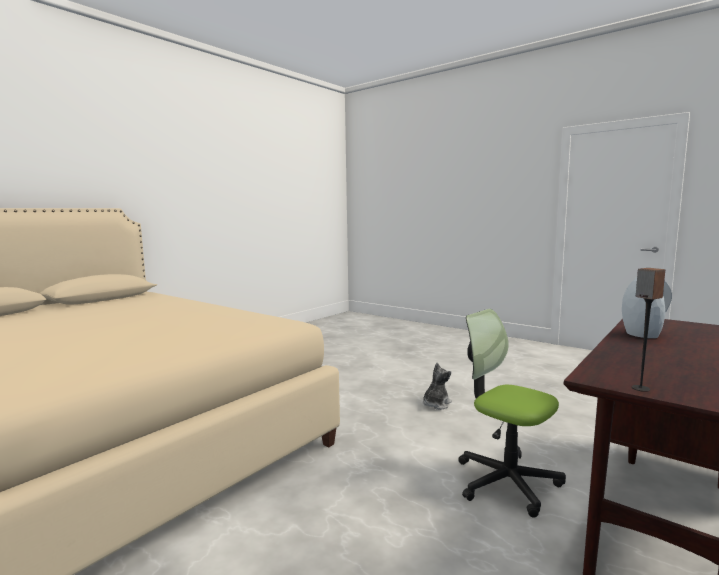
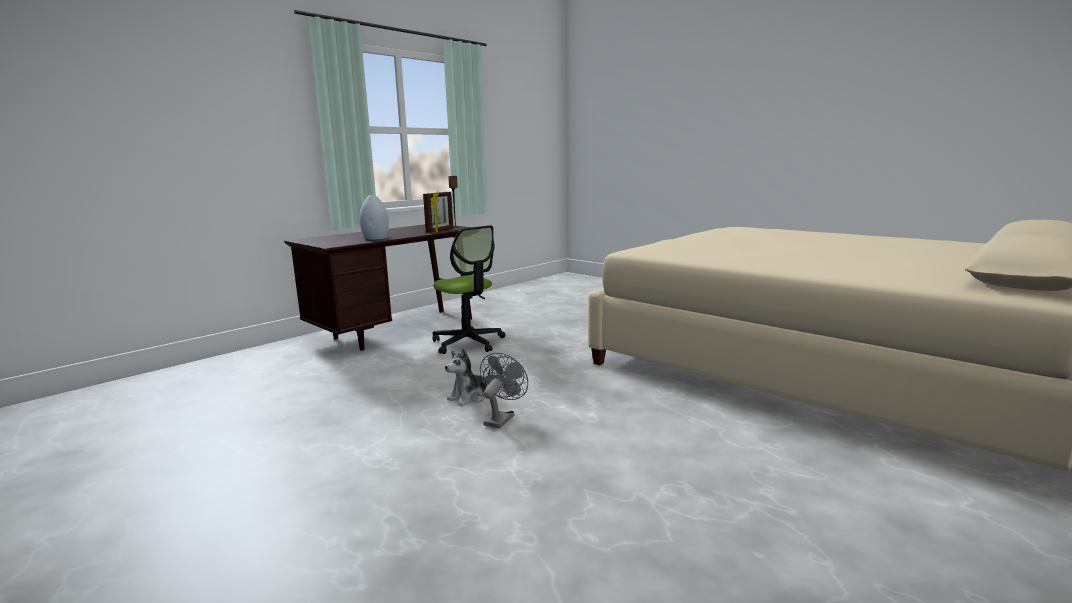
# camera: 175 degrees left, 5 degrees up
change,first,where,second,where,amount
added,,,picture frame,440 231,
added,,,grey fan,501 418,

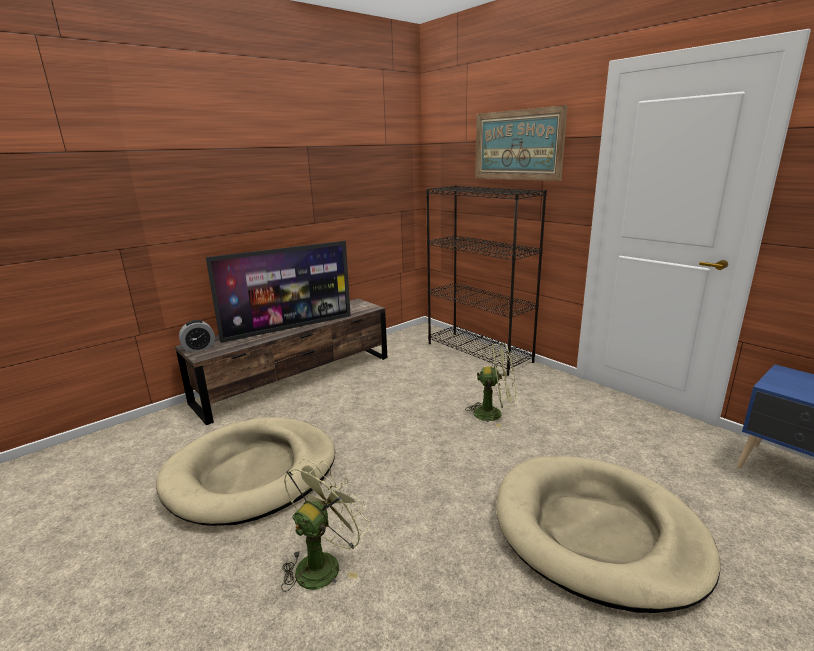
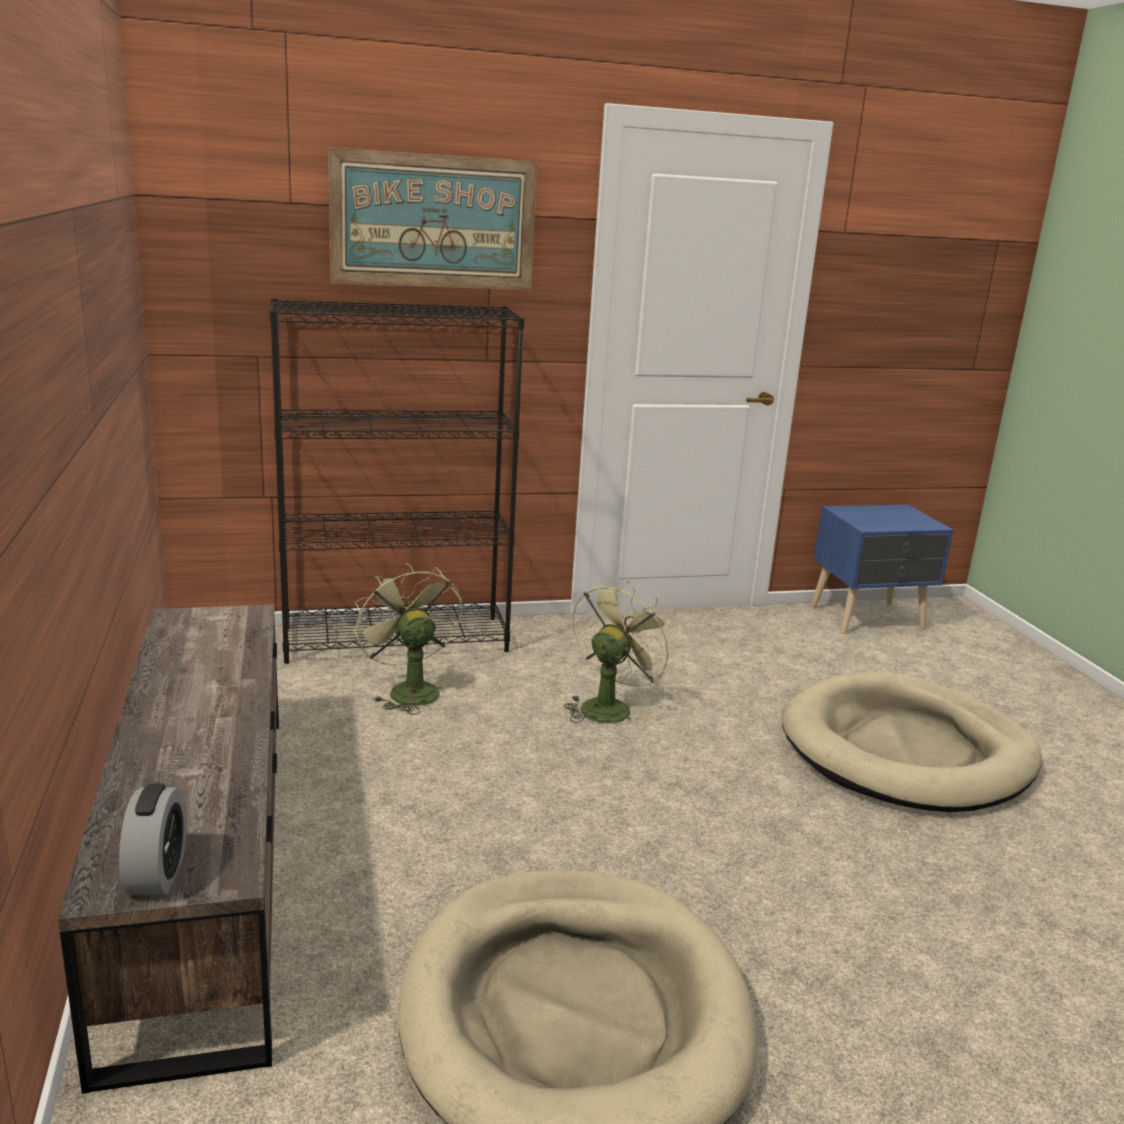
# camera: 65 degrees left, 0 degrees up
change,first,where,second,where,amount
removed,television,289 328,,,
moved,green fan,323 563,,408 690,

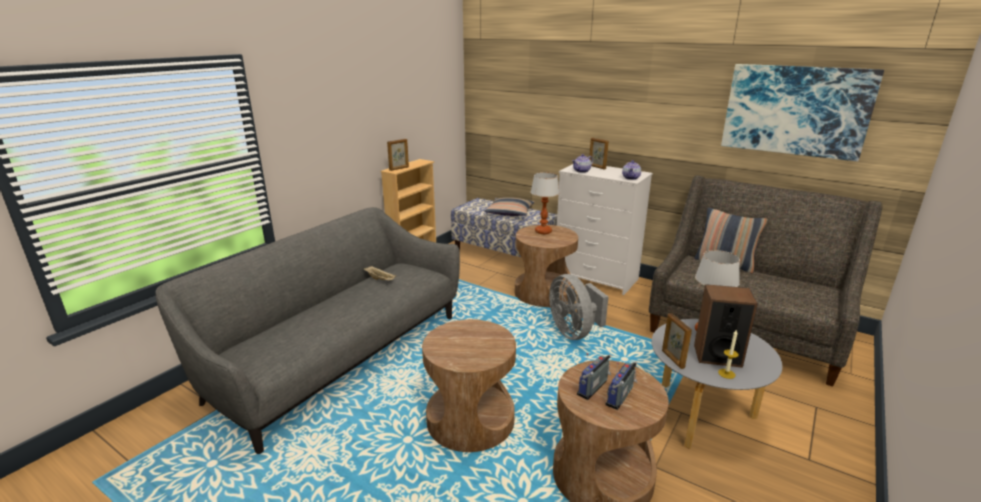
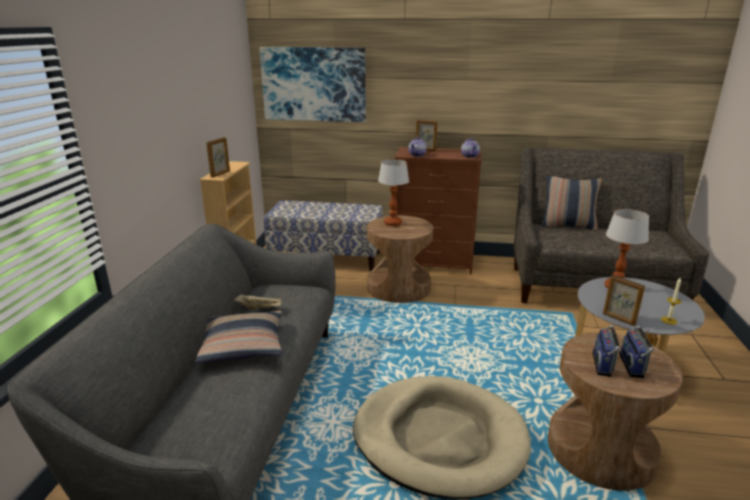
# camera: 25 degrees left, 0 degrees up
change,first,where,second,where,amount
removed,grey fan,574 332,,,
removed,speaker,717 355,,,
moved,pillow,509 212,,243 345,
moved,picture,795 110,,314 84,
replaced,brown side table,470 420,beige dog bed,439 439,
recoloured,white dresser,596 277,brown dresser,434 263,

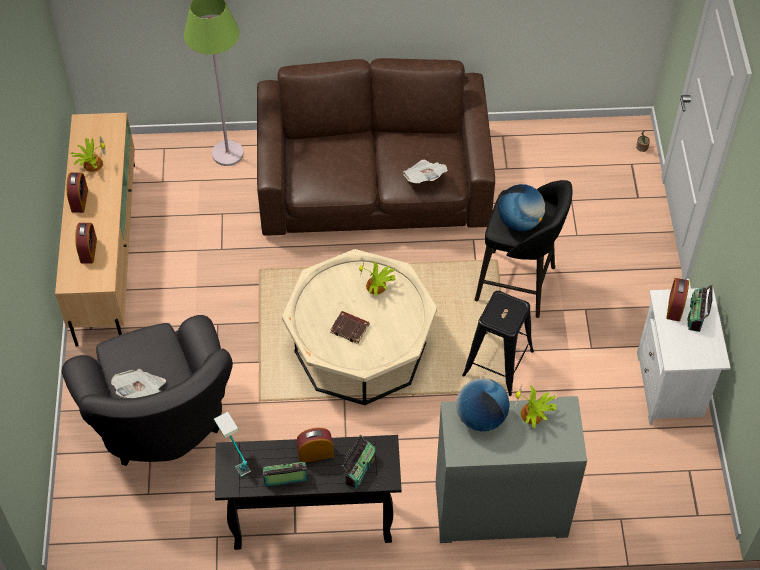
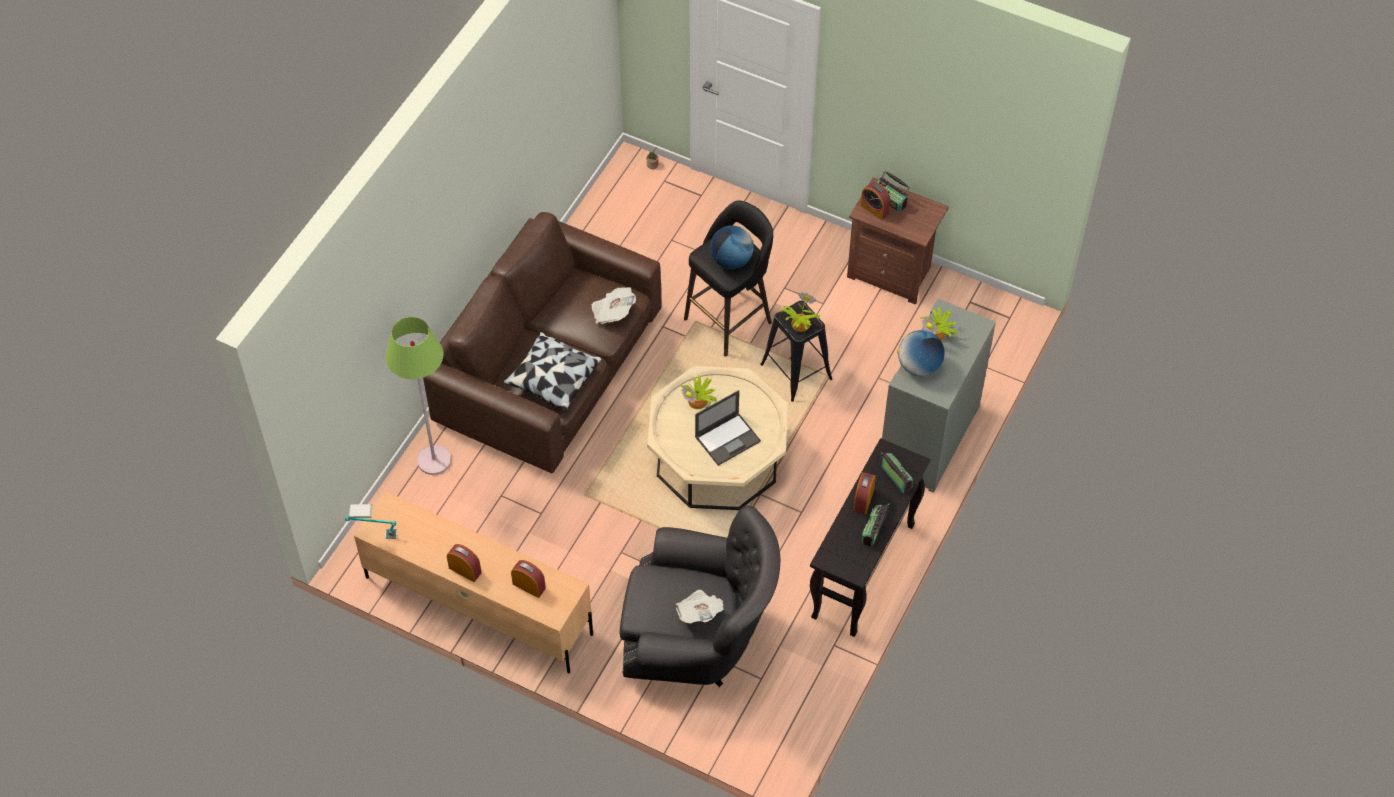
# camera: 60 degrees left, 0 degrees up
change,first,where,second,where,amount
added,,,pillow,553 379,
moved,potted plant,92 163,,799 324,
moved,table lamp,234 455,,373 534,
replaced,brown book,350 328,laptop,728 438,
recoloured,white nightstand,671 387,brown nightstand,892 273,

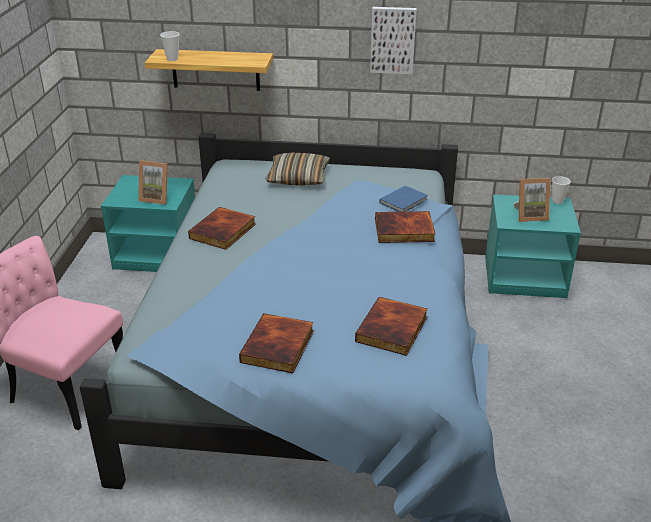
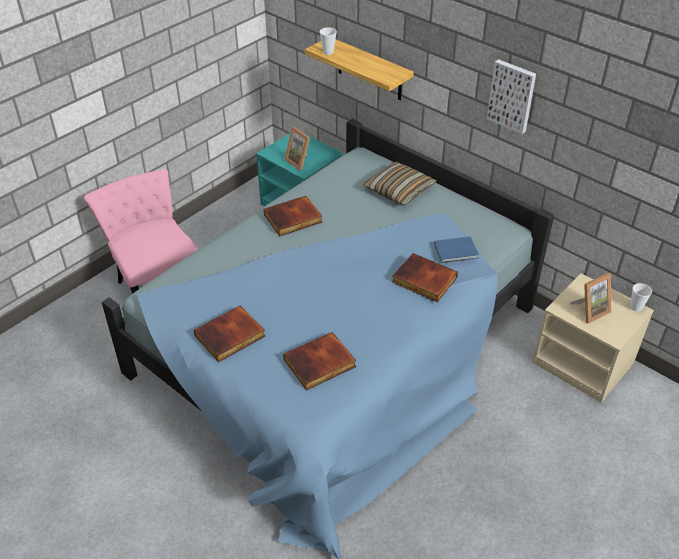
# camera: 35 degrees right, 10 degrees up
change,first,where,second,where,amount
recoloured,turquoise nightstand,525 277,beige nightstand,584 363,
turned,picture frame,530 215,,590 310,60 degrees counterclockwise

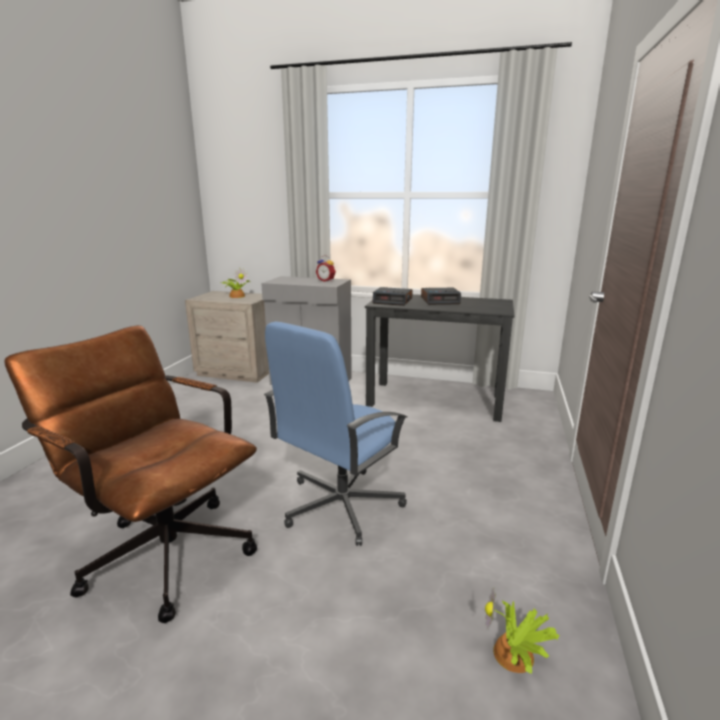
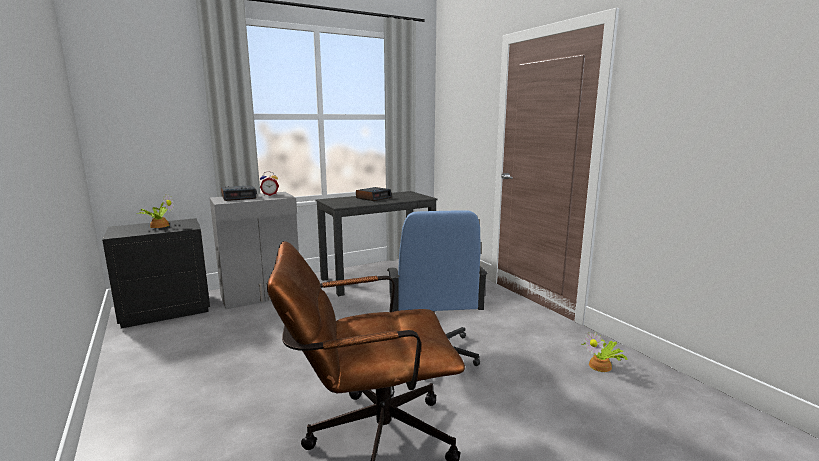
# camera: 45 degrees left, 5 degrees down
change,first,where,second,where,amount
moved,alarm clock,393 301,,239 197,
recoloured,beige nightstand,238 371,black nightstand,166 310,

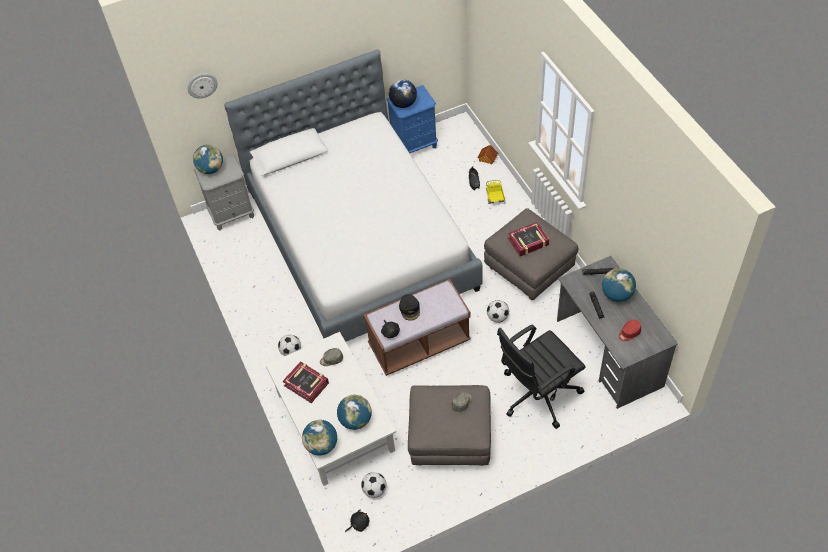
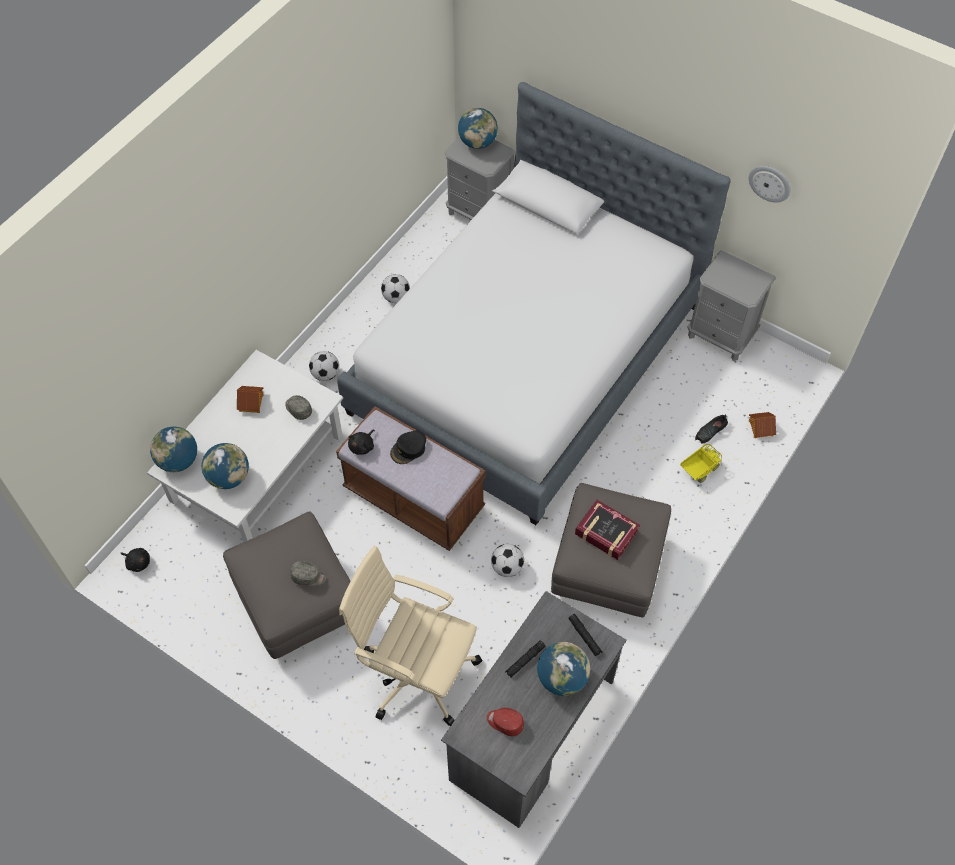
# camera: 55 degrees right, 5 degrees up
change,first,where,second,where,amount
removed,globe,403 104,,,
moved,wall clock,202 85,,770 183,
moved,football,375 490,,396 297,
replaced,book,306 384,toy house,251 402,
recoloured,blue nightstand,415 145,grey nightstand,721 335,
recoloured,black office chair,537 394,beige office chair,416 671,

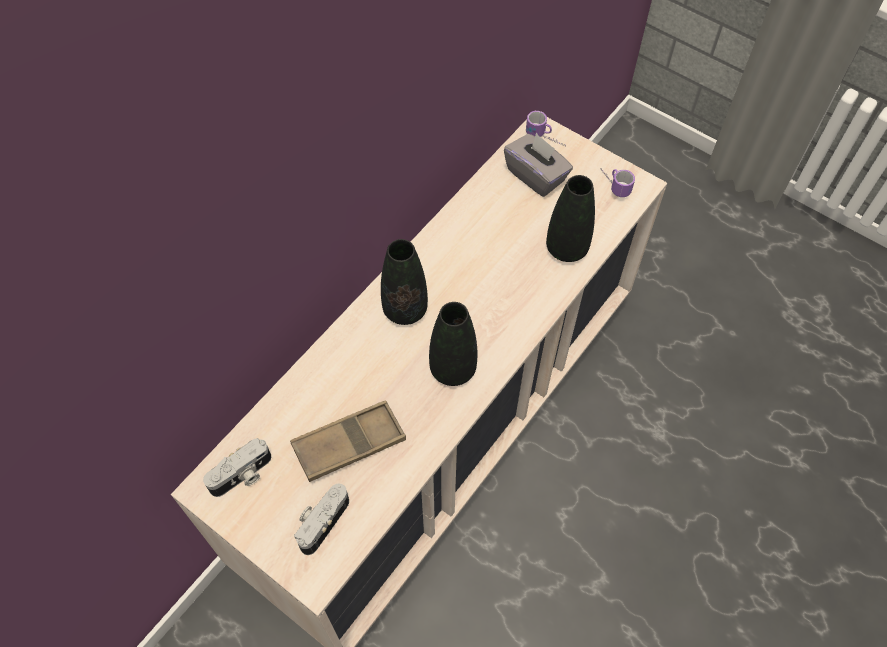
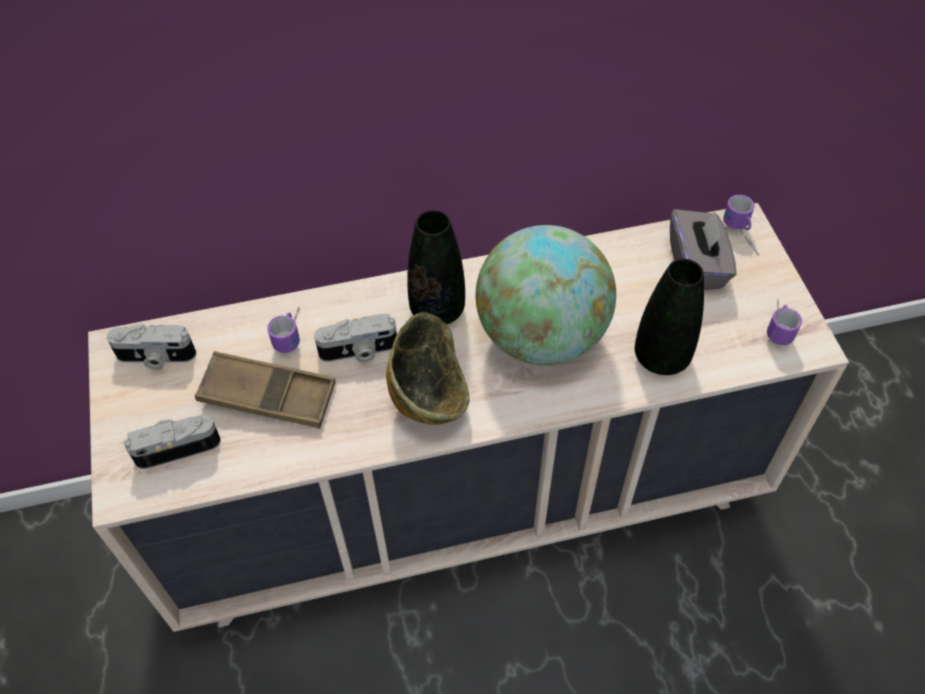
# camera: 40 degrees right, 5 degrees down
change,first,where,second,where,amount
added,,,mug,292 333,
added,,,photo camera,359 351,
added,,,globe,541 335,
replaced,black vase,452 369,bowl,429 395,

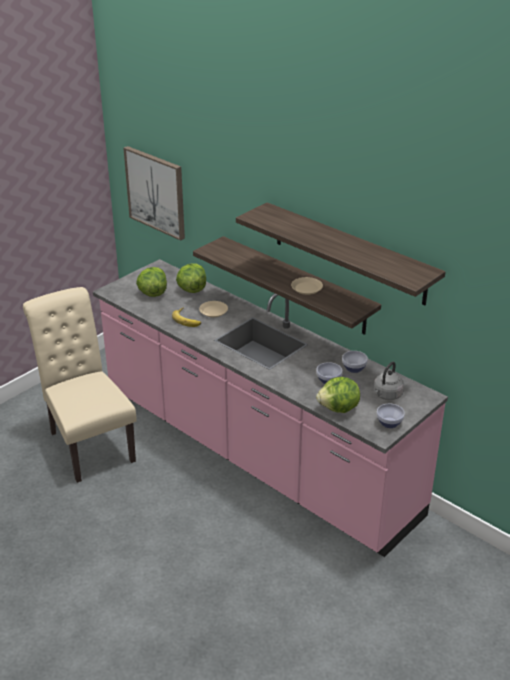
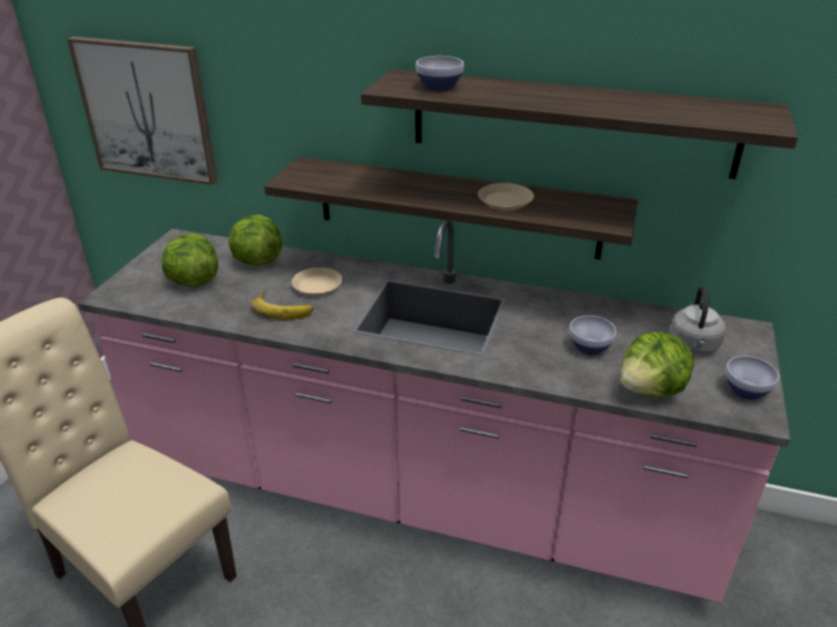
# camera: 25 degrees left, 0 degrees up
change,first,where,second,where,amount
moved,bowl,354 369,,440 87,

